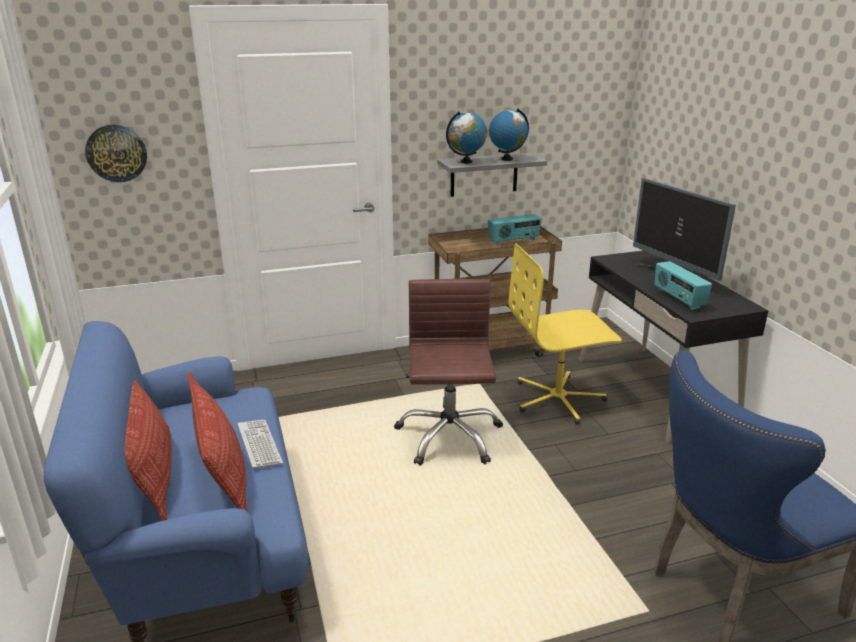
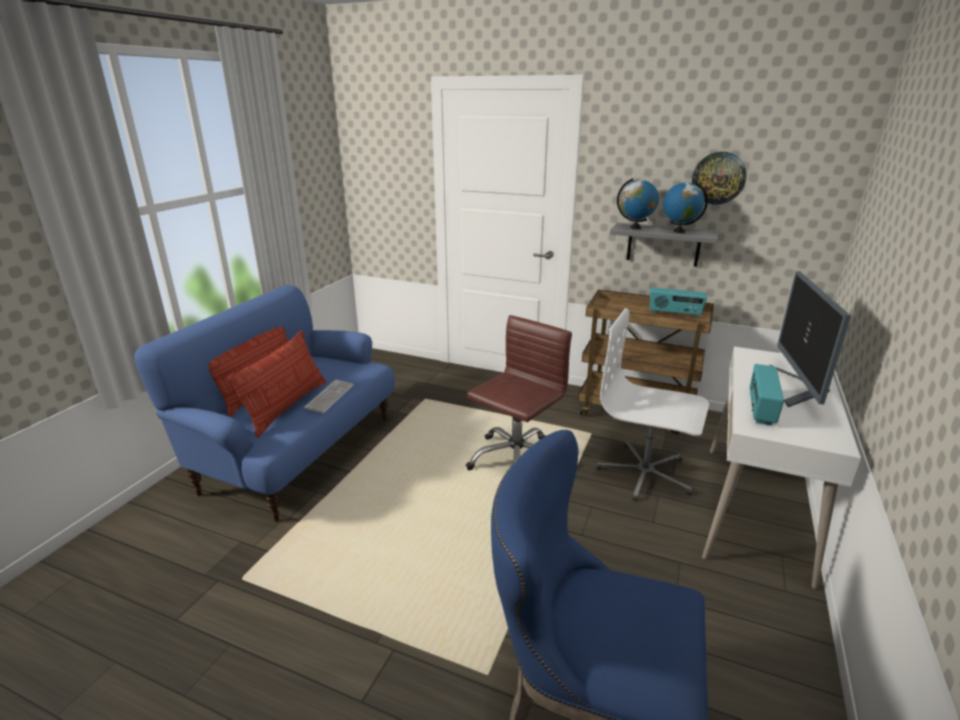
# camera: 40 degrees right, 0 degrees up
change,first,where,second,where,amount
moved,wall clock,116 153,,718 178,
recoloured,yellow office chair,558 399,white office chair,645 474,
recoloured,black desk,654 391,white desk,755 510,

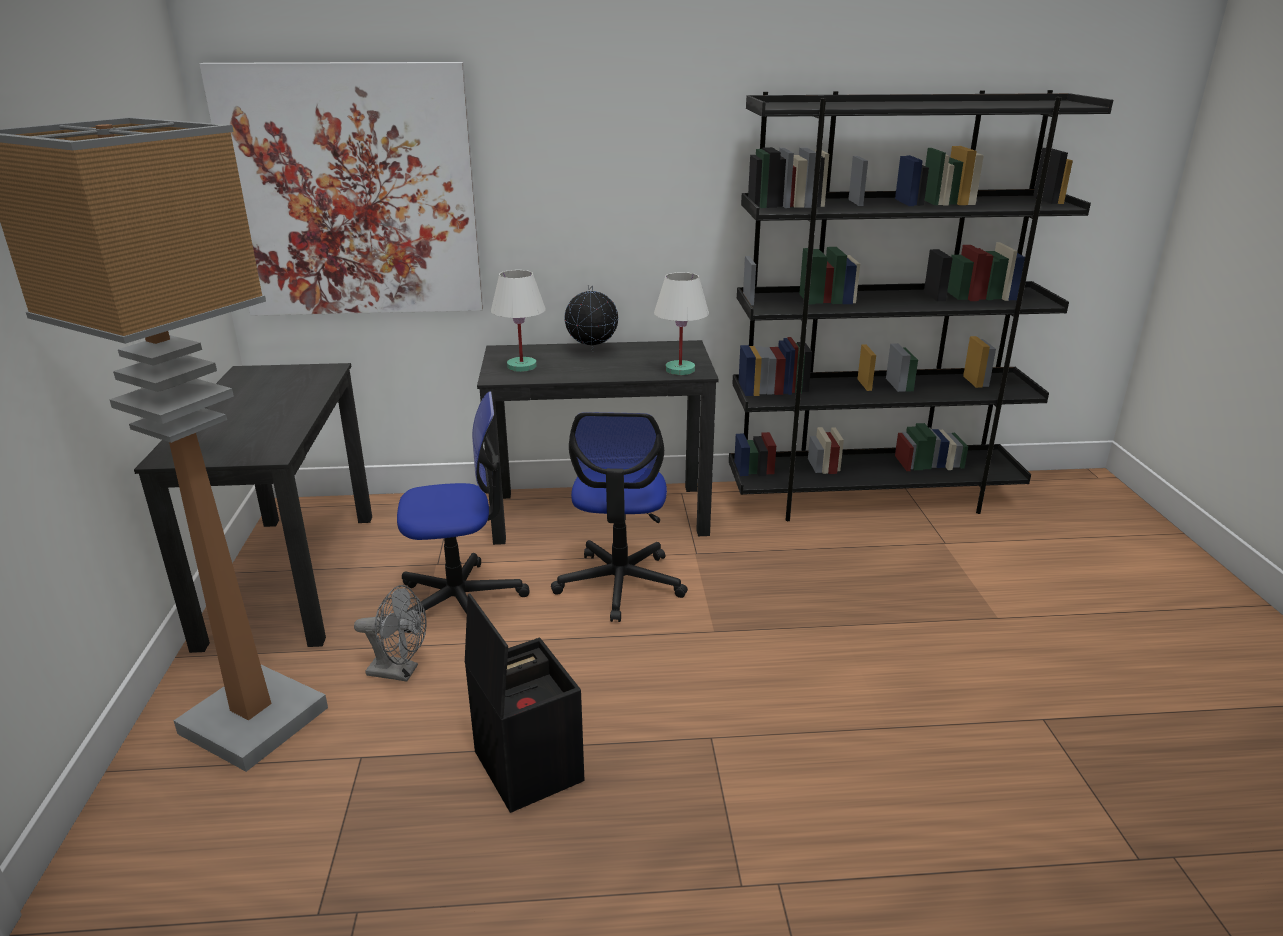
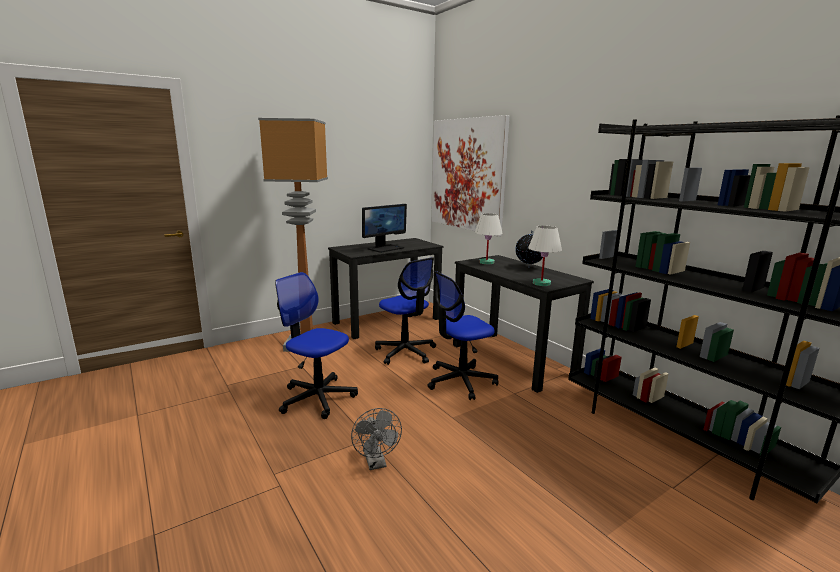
# camera: 60 degrees right, 10 degrees down
change,first,where,second,where,amount
added,,,monitor,385 248,
moved,grey fan,400 672,,376 463,
replaced,black storage box,526 765,office chair,317 398,

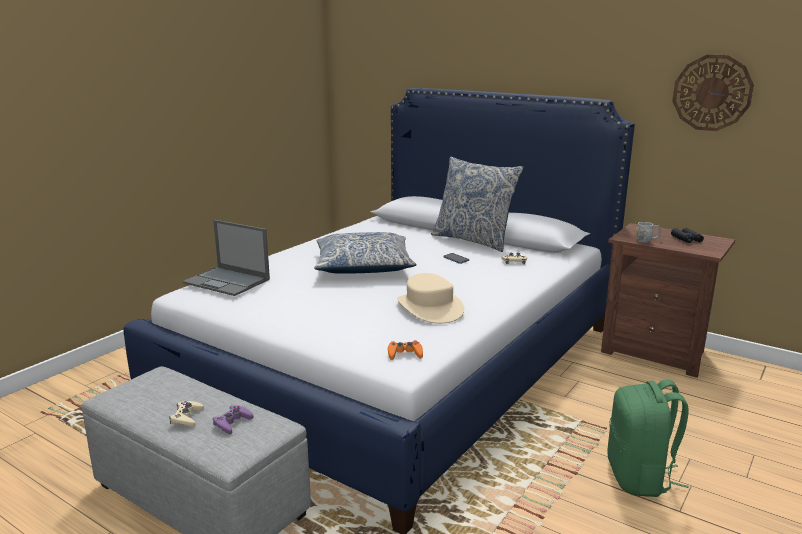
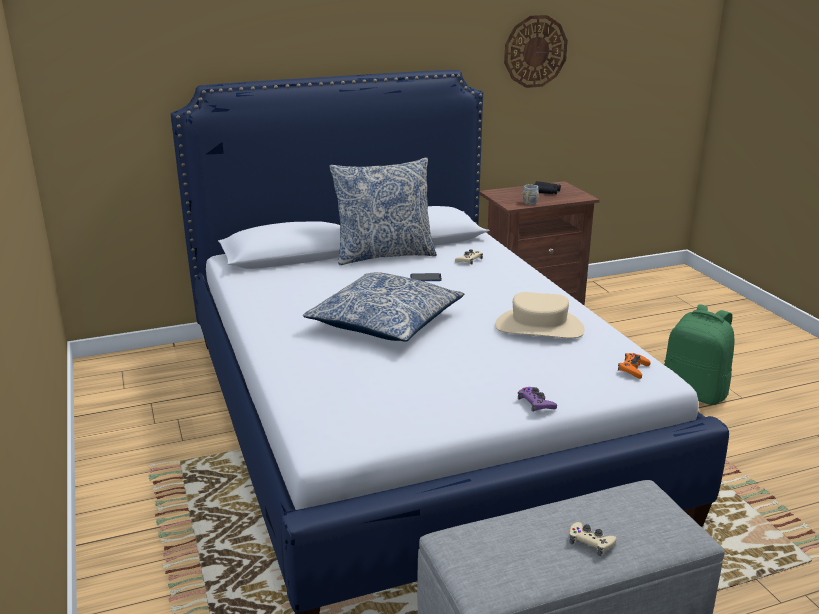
# camera: 55 degrees left, 5 degrees up
change,first,where,second,where,amount
removed,laptop,227 281,,,
moved,purple game controller,232 423,,536 403,

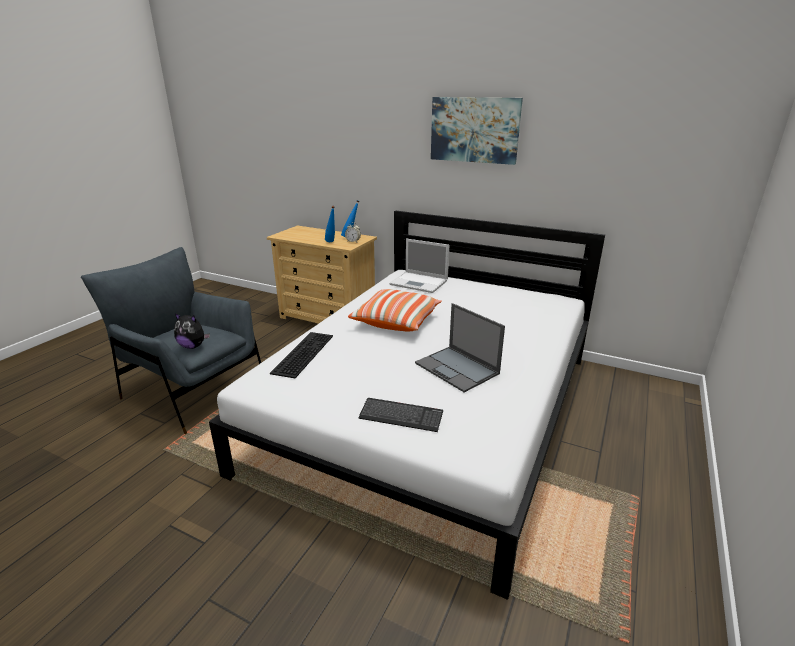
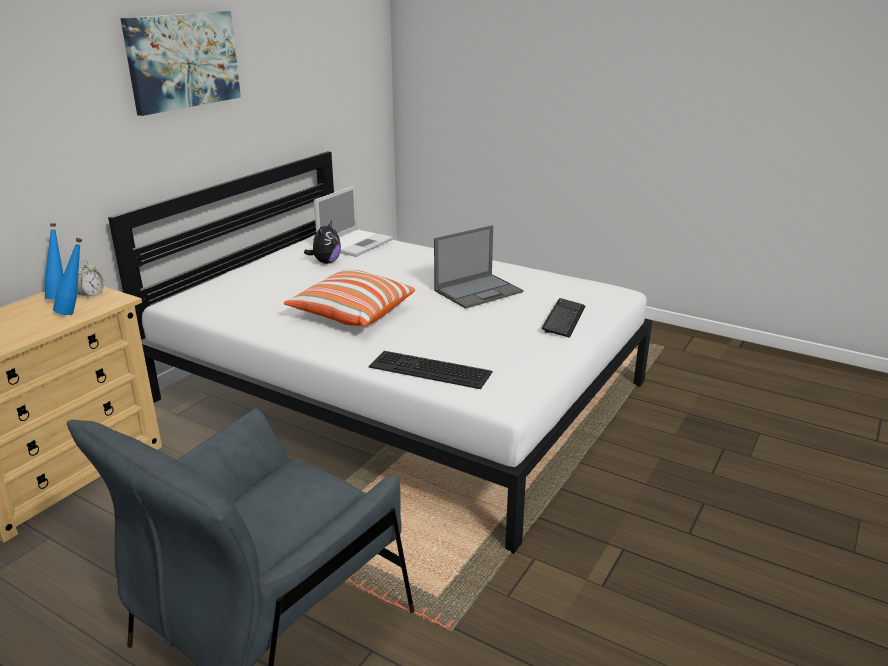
# camera: 85 degrees left, 0 degrees up
change,first,where,second,where,amount
moved,plush toy,193 346,,326 262,
moved,laptop,420 282,,356 243,

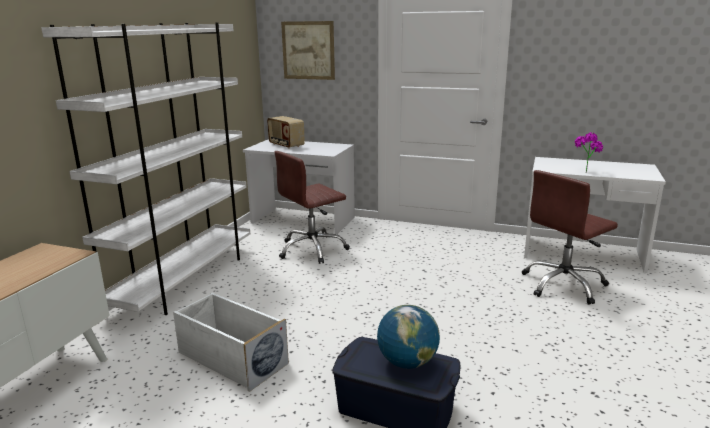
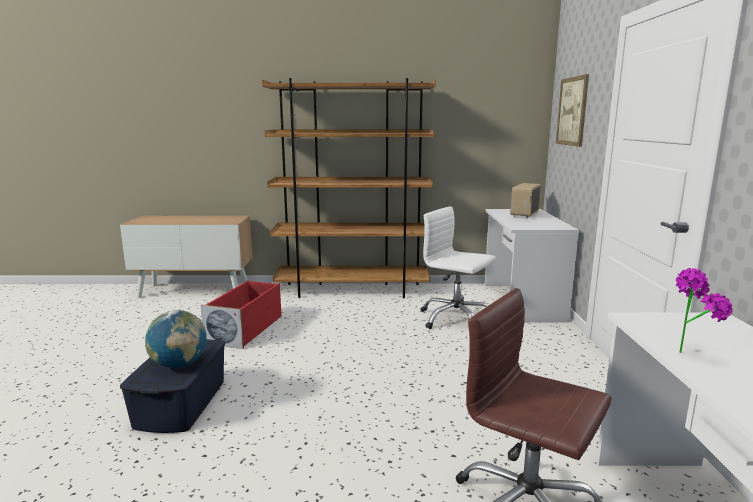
# camera: 70 degrees right, 5 degrees down
change,first,where,second,where,amount
recoloured,white bookcase,185 280,brown bookcase,353 290,
recoloured,white storage box,231 358,red storage box,246 329,
recoloured,brown office chair,312 249,white office chair,455 319,

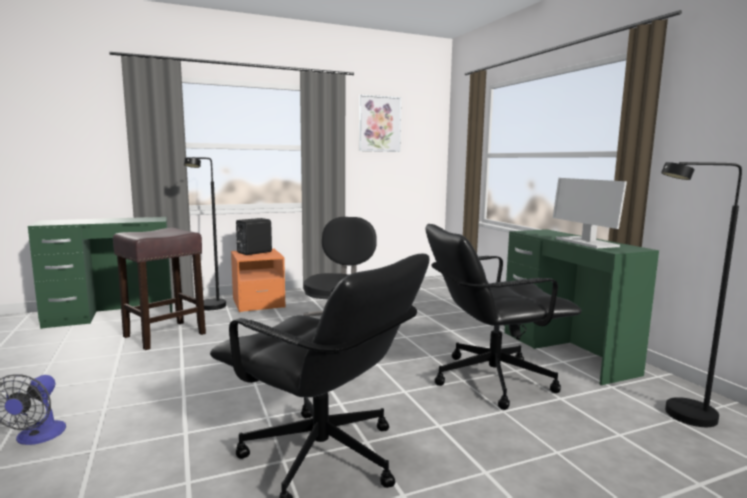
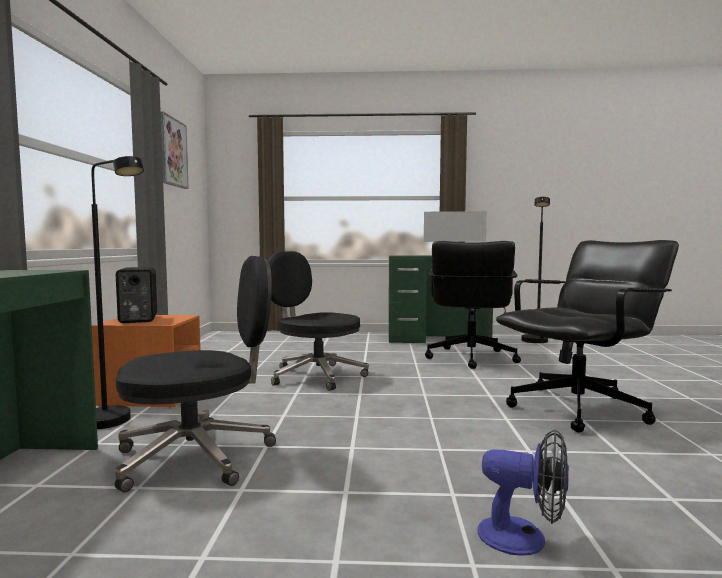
# camera: 65 degrees left, 5 degrees down
change,first,where,second,where,amount
replaced,brown stool,163 335,black office chair,198 456,

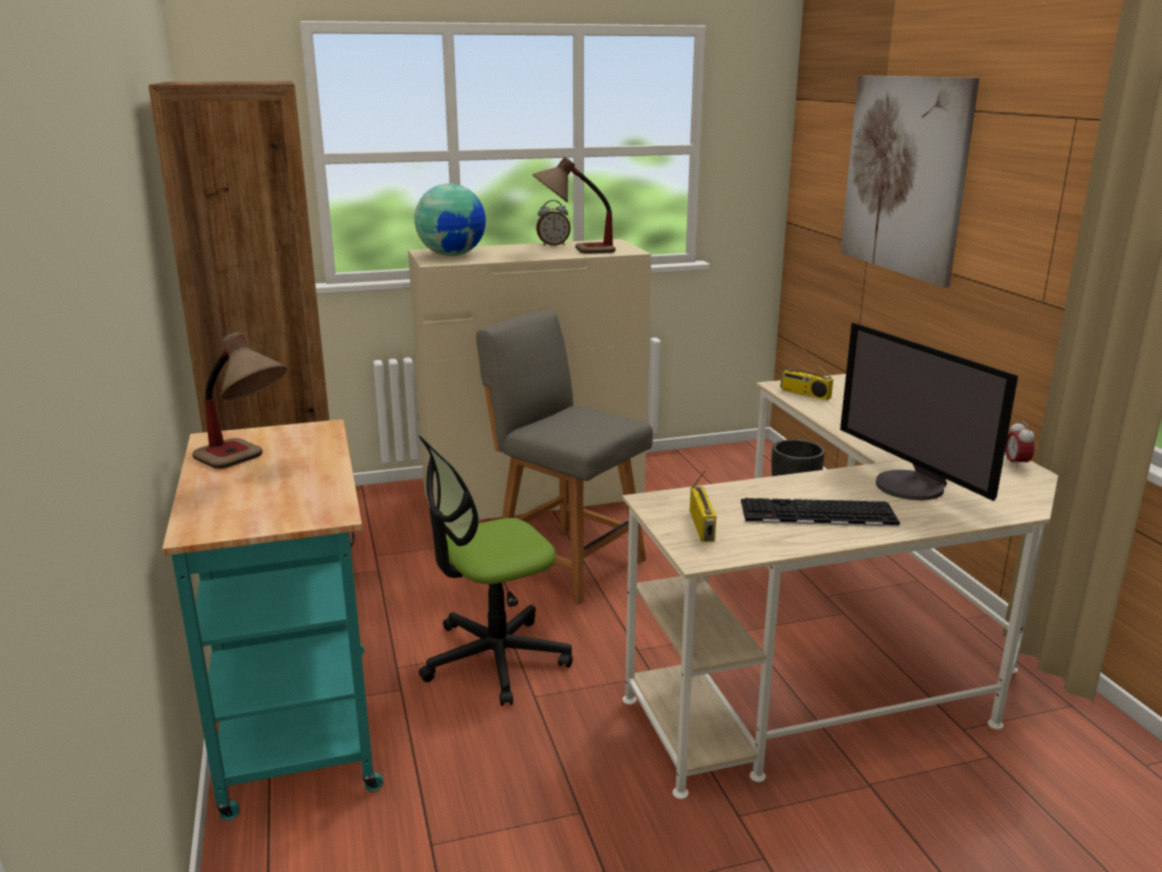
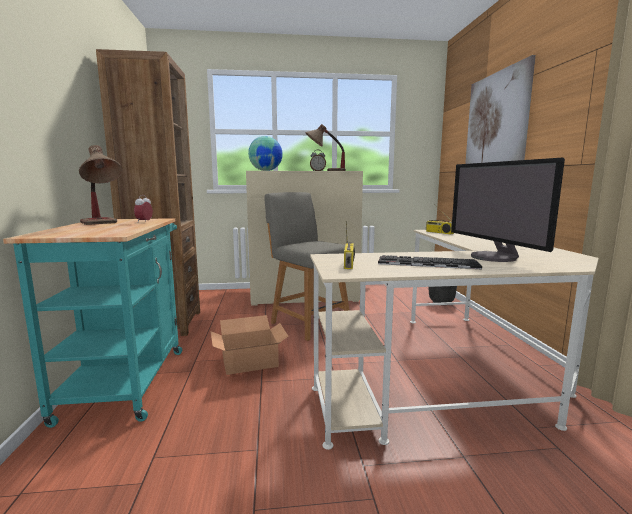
# camera: 10 degrees right, 10 degrees down
change,first,where,second,where,amount
moved,alarm clock,1016 464,,144 222,
replaced,office chair,494 658,cardboard box,249 361,

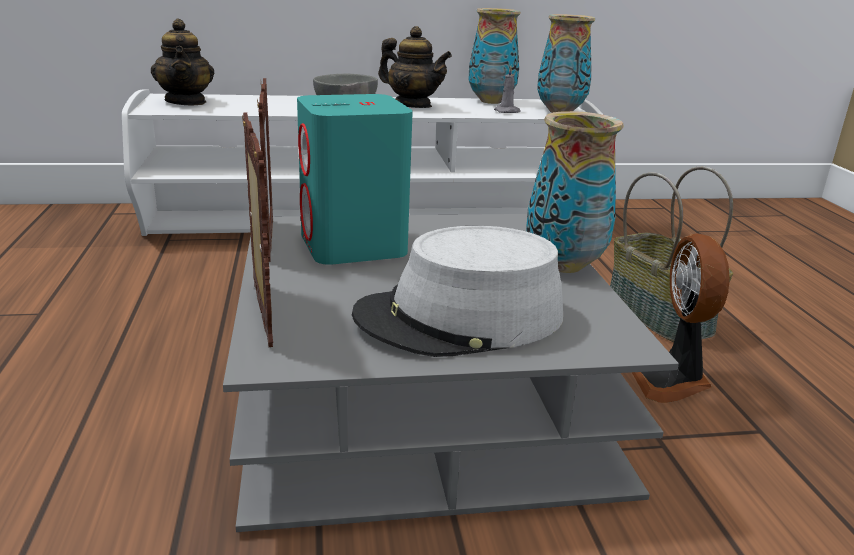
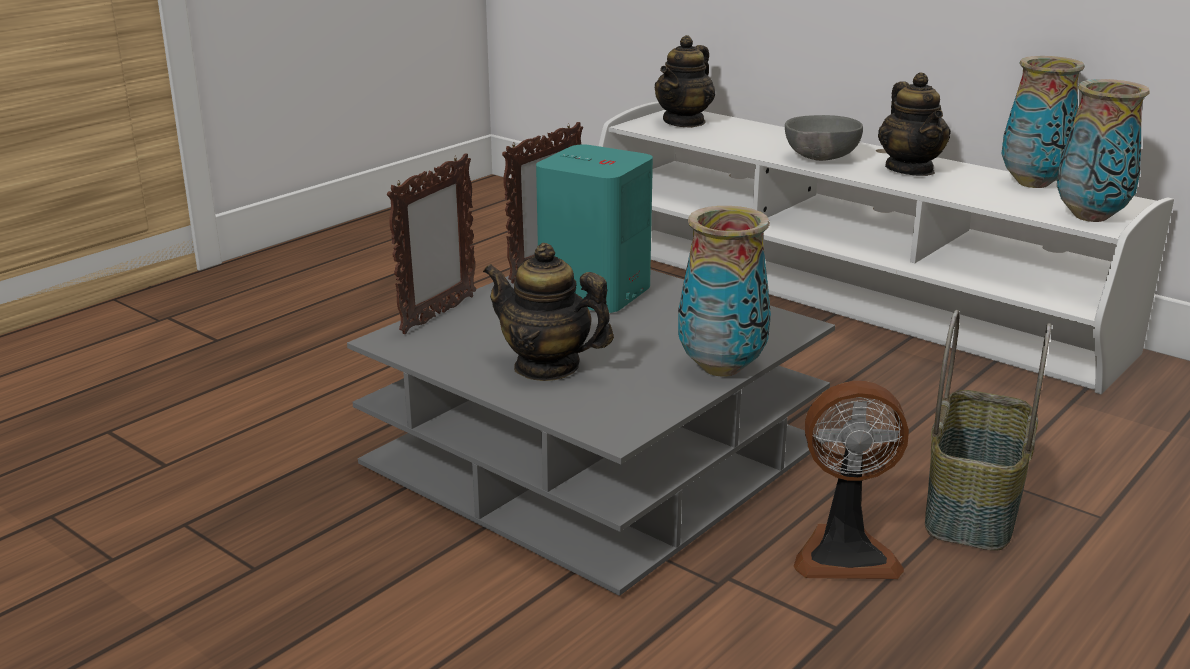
# camera: 50 degrees right, 0 degrees up
change,first,where,second,where,amount
removed,grey candle,507 111,,,
replaced,grey hat,460 318,teapot,547 367,
turned,fan,670 379,,844 553,135 degrees counterclockwise

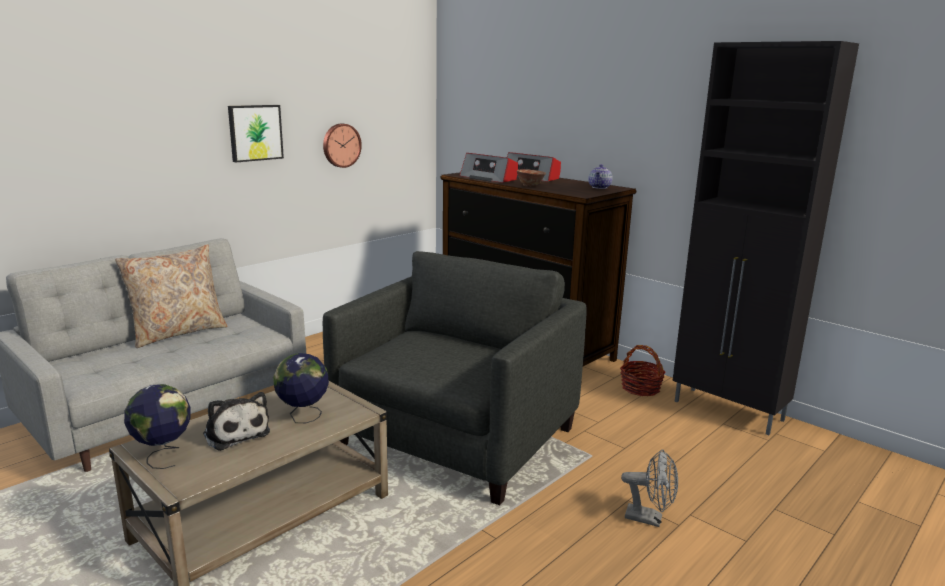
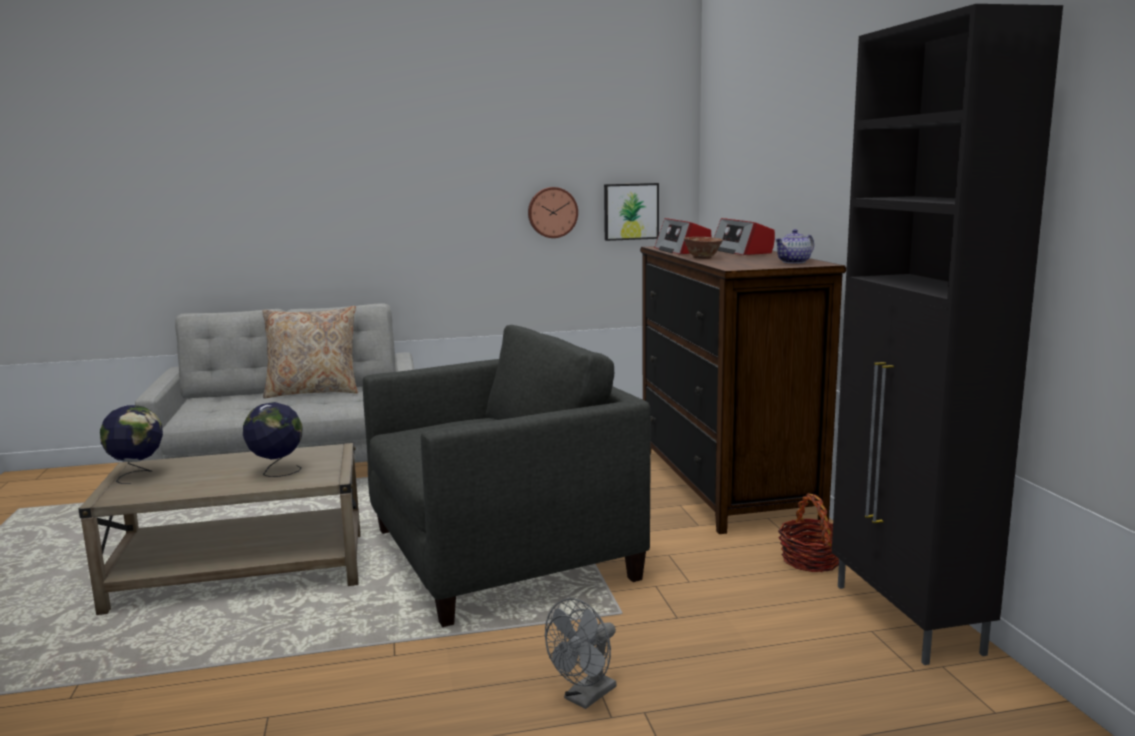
# camera: 35 degrees right, 5 degrees down
change,first,where,second,where,amount
removed,plush toy,235 433,,,
moved,picture,255 132,,630 211,
turned,grey fan,649 519,,585 698,75 degrees clockwise

